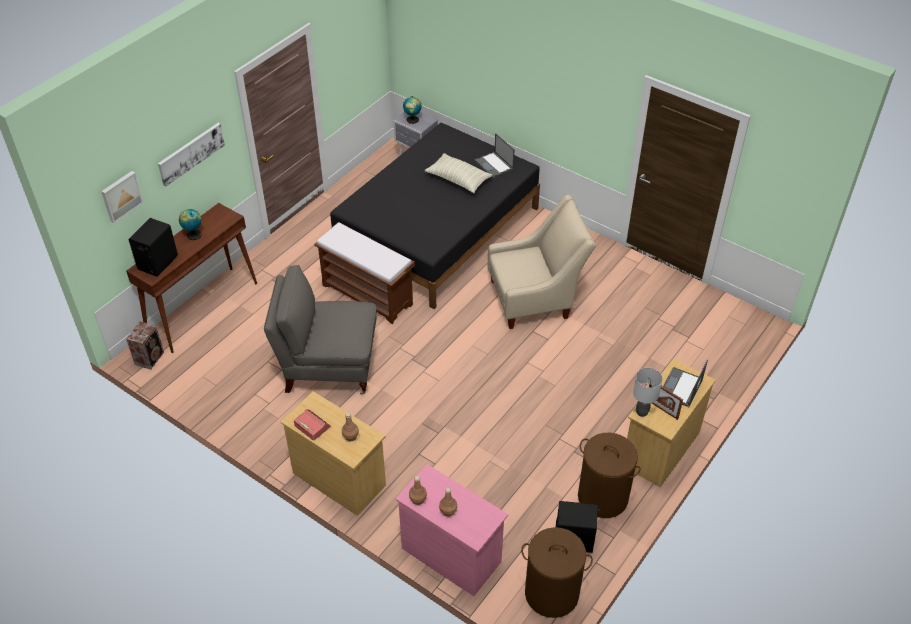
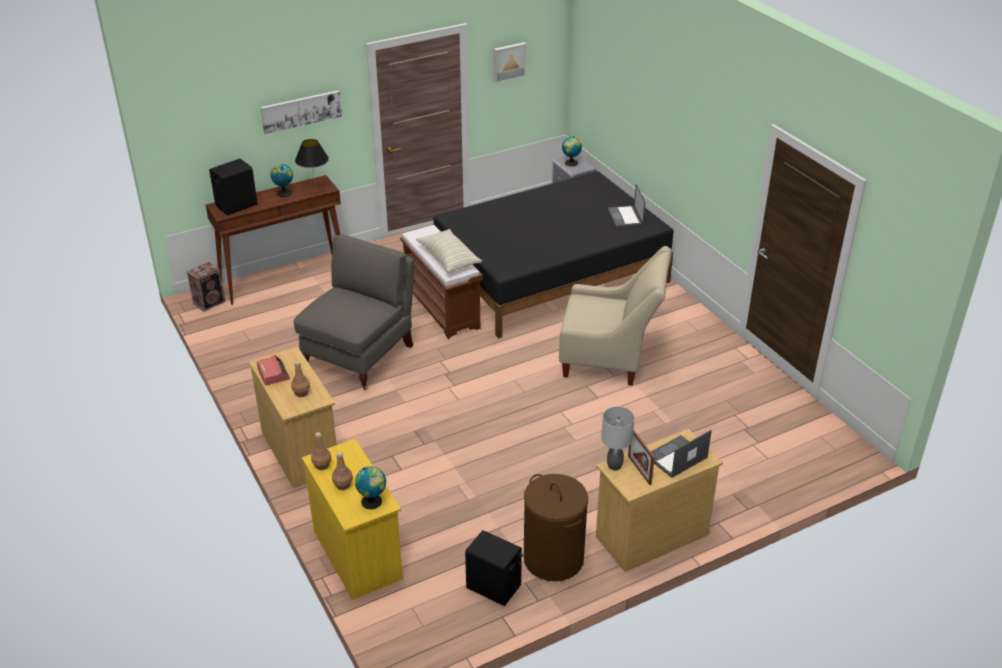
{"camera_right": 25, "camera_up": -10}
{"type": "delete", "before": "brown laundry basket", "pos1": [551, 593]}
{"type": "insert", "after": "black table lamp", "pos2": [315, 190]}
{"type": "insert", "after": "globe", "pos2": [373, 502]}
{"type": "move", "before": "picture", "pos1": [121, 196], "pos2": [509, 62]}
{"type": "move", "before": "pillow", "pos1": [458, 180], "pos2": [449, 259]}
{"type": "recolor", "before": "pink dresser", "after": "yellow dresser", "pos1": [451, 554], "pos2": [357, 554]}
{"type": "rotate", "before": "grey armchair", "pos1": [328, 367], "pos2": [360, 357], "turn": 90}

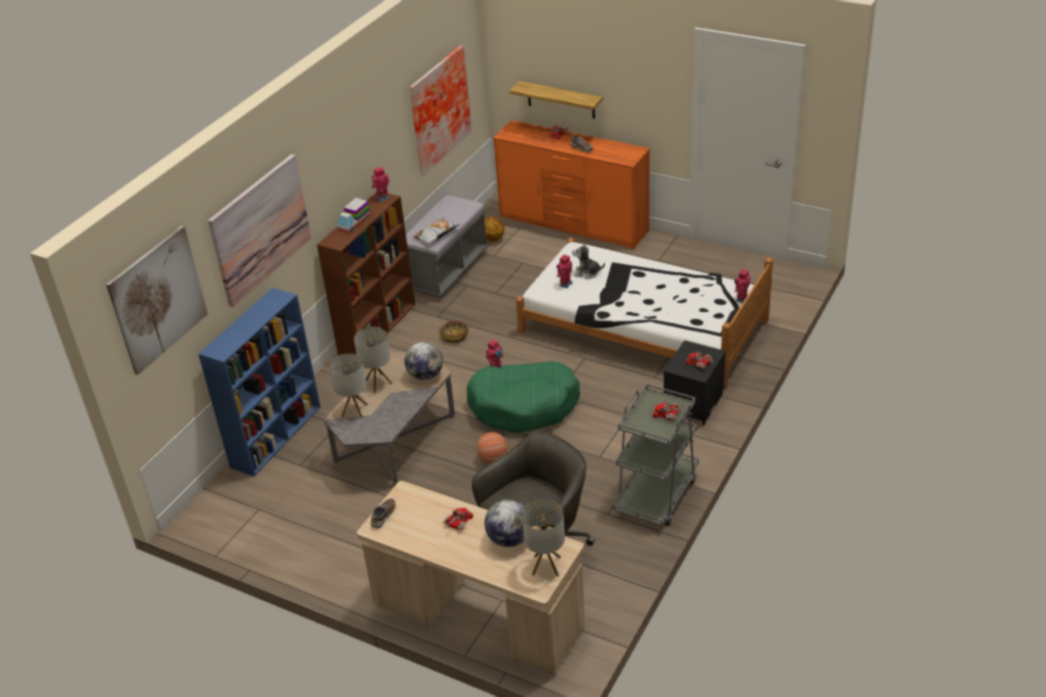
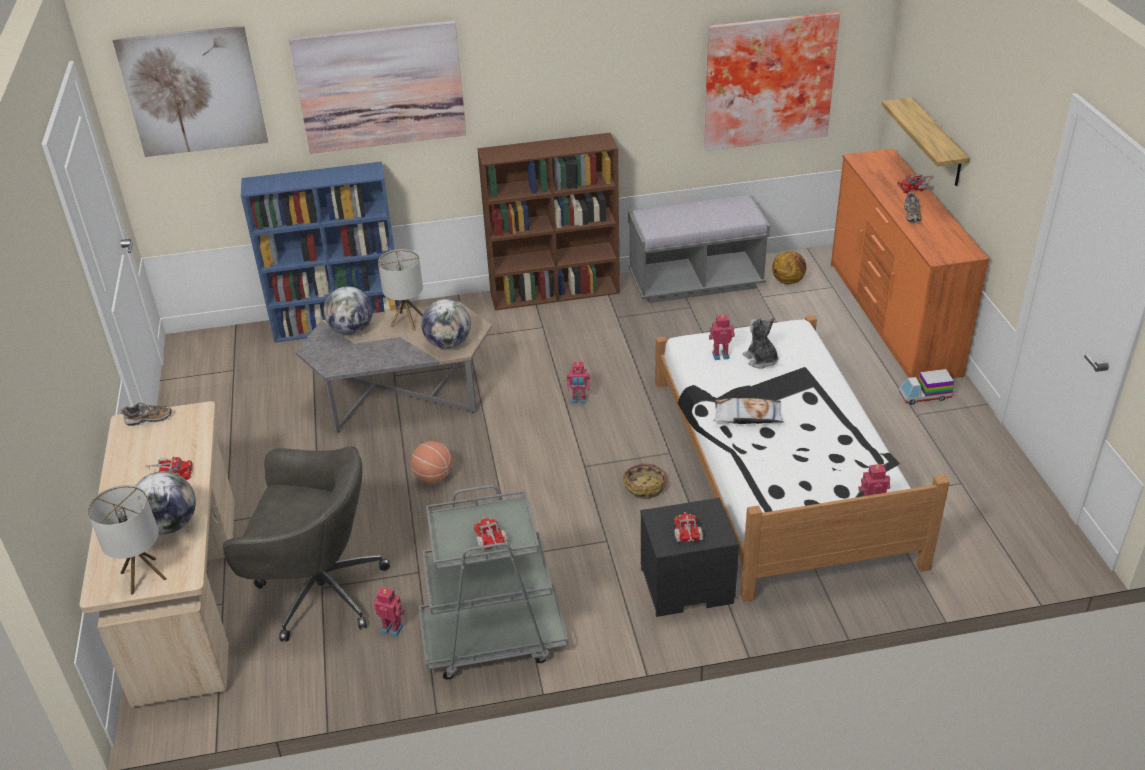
{"camera_right": 50, "camera_up": 0}
{"type": "delete", "before": "green dog bed", "pos1": [524, 405]}
{"type": "move", "before": "toy truck", "pos1": [354, 222], "pos2": [924, 396]}
{"type": "move", "before": "toy robot", "pos1": [382, 197], "pos2": [393, 627]}
{"type": "move", "before": "pillow", "pos1": [436, 234], "pos2": [747, 416]}
{"type": "move", "before": "basket", "pos1": [454, 335], "pos2": [645, 486]}
{"type": "replace", "before": "table lamp", "after": "globe", "pos1": [354, 410], "pos2": [351, 330]}

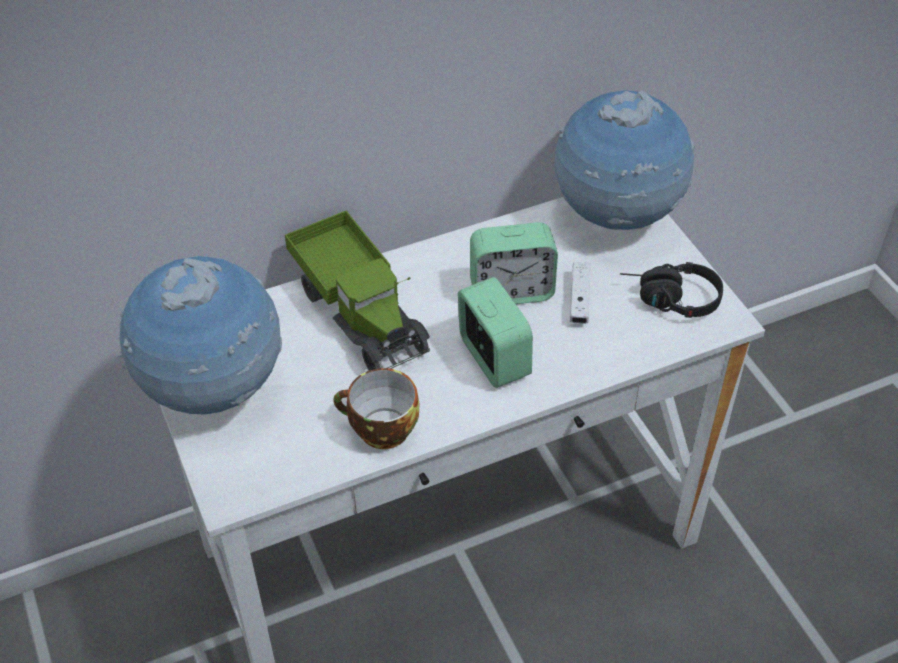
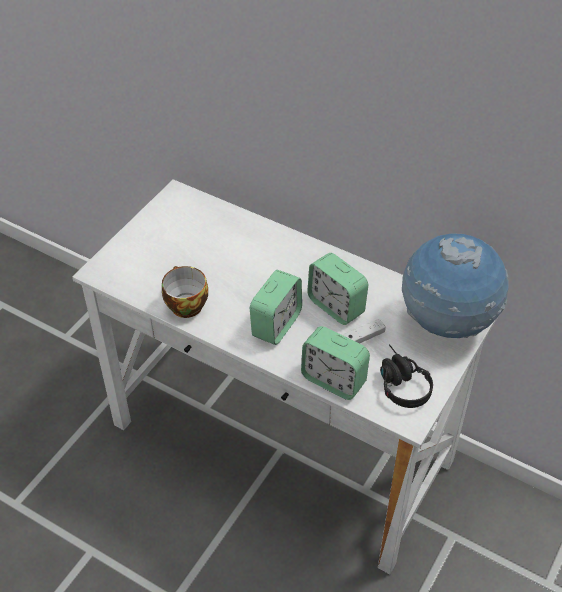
{"camera_right": 55, "camera_up": 0}
{"type": "delete", "before": "globe", "pos1": [213, 391]}
{"type": "delete", "before": "toy truck", "pos1": [360, 311]}
{"type": "insert", "after": "alarm clock", "pos2": [333, 380]}

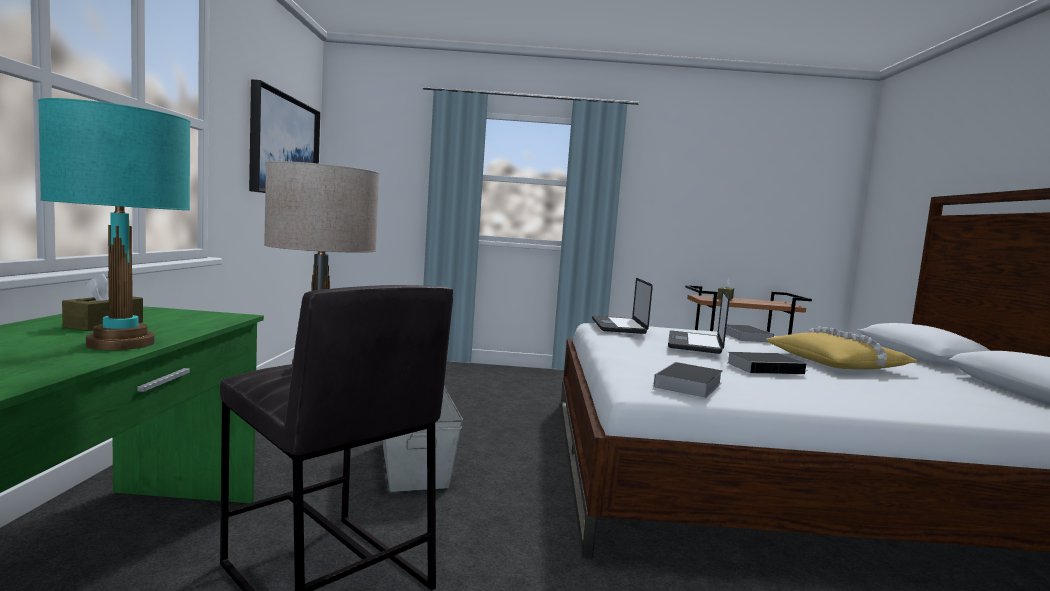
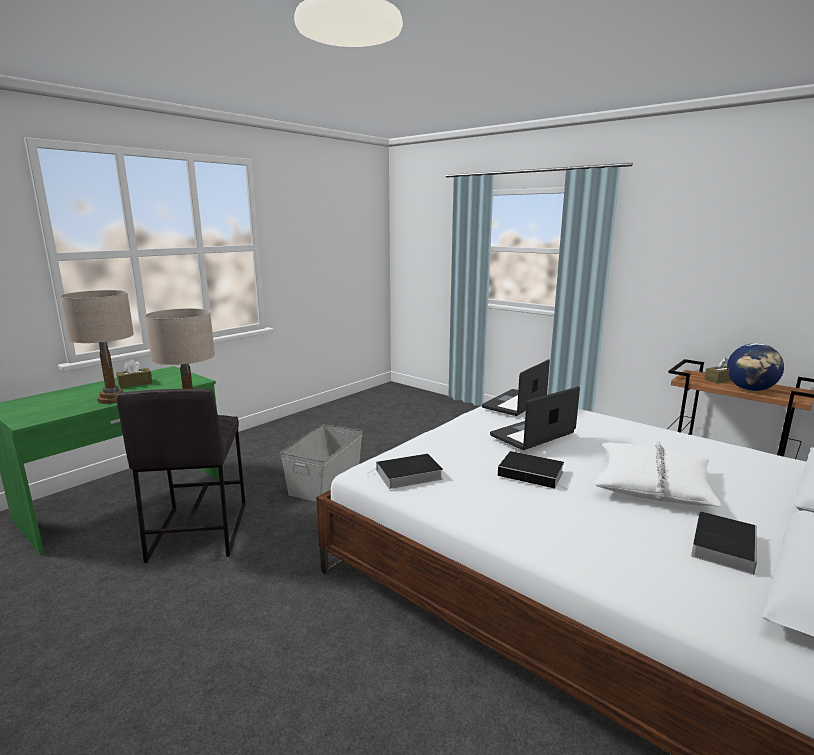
{"camera_right": 40, "camera_up": 10}
{"type": "delete", "before": "picture", "pos1": [284, 146]}
{"type": "insert", "after": "globe", "pos2": [750, 390]}
{"type": "move", "before": "book", "pos1": [744, 336], "pos2": [723, 544]}
{"type": "recolor", "before": "turquoise table lamp", "after": "beige table lamp", "pos1": [121, 343], "pos2": [112, 399]}
{"type": "recolor", "before": "yellow pillow", "after": "white pillow", "pos1": [837, 363], "pos2": [652, 484]}

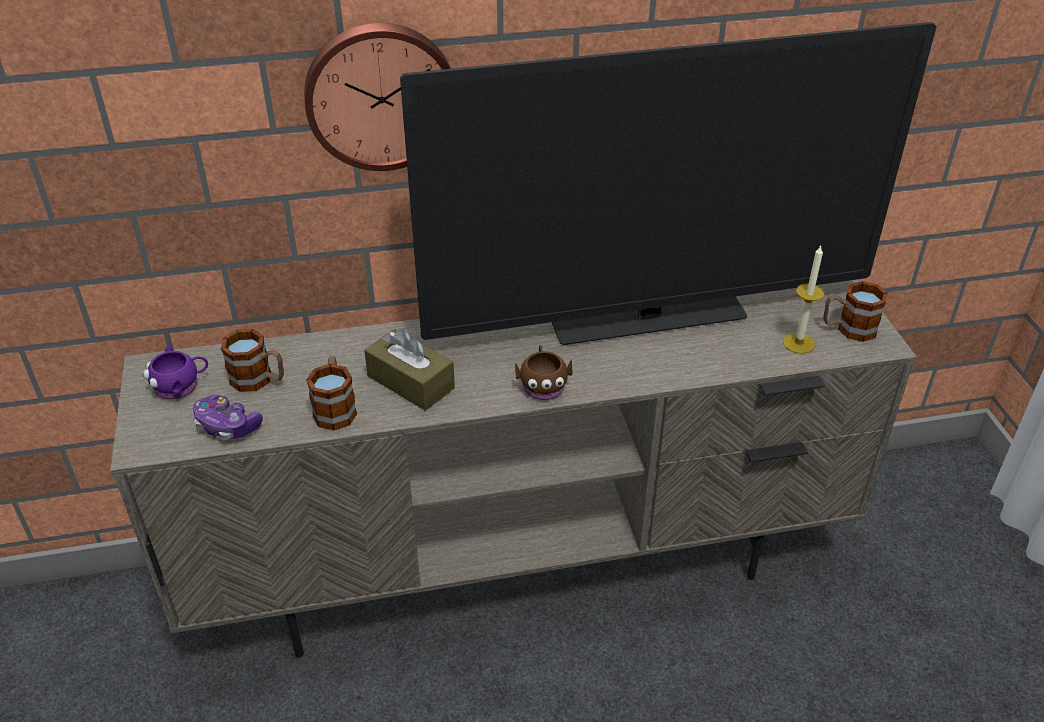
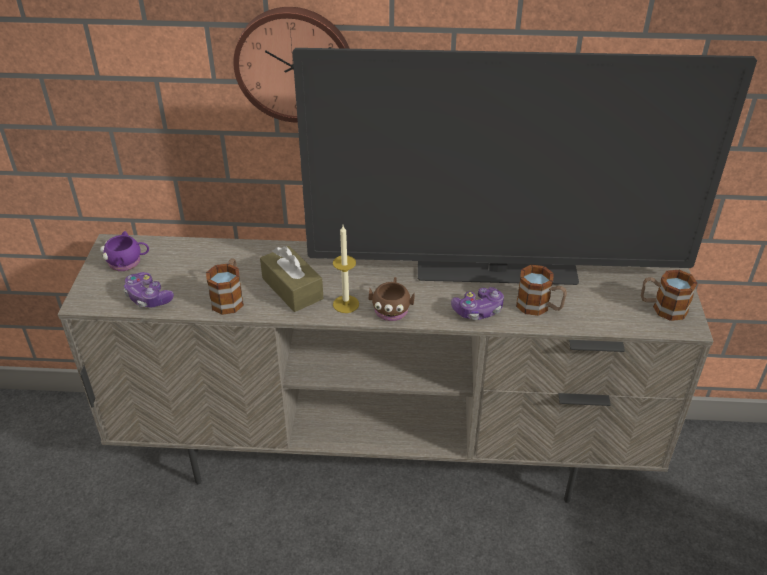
{"camera_right": 15, "camera_up": 0}
{"type": "insert", "after": "game controller", "pos2": [478, 310]}
{"type": "move", "before": "mug", "pos1": [259, 380], "pos2": [539, 307]}
{"type": "move", "before": "candle", "pos1": [798, 343], "pos2": [346, 304]}

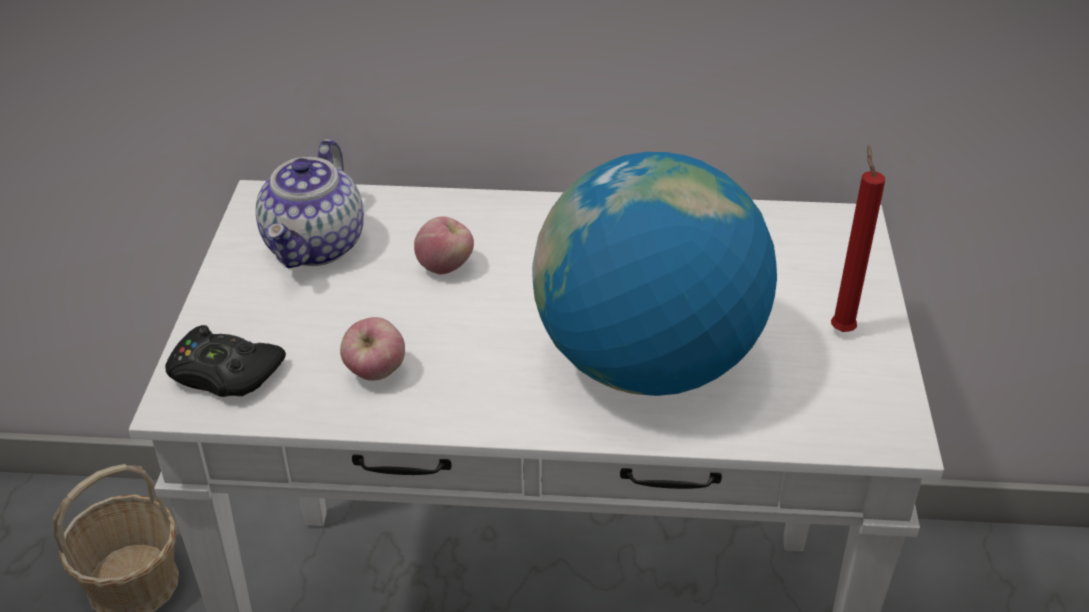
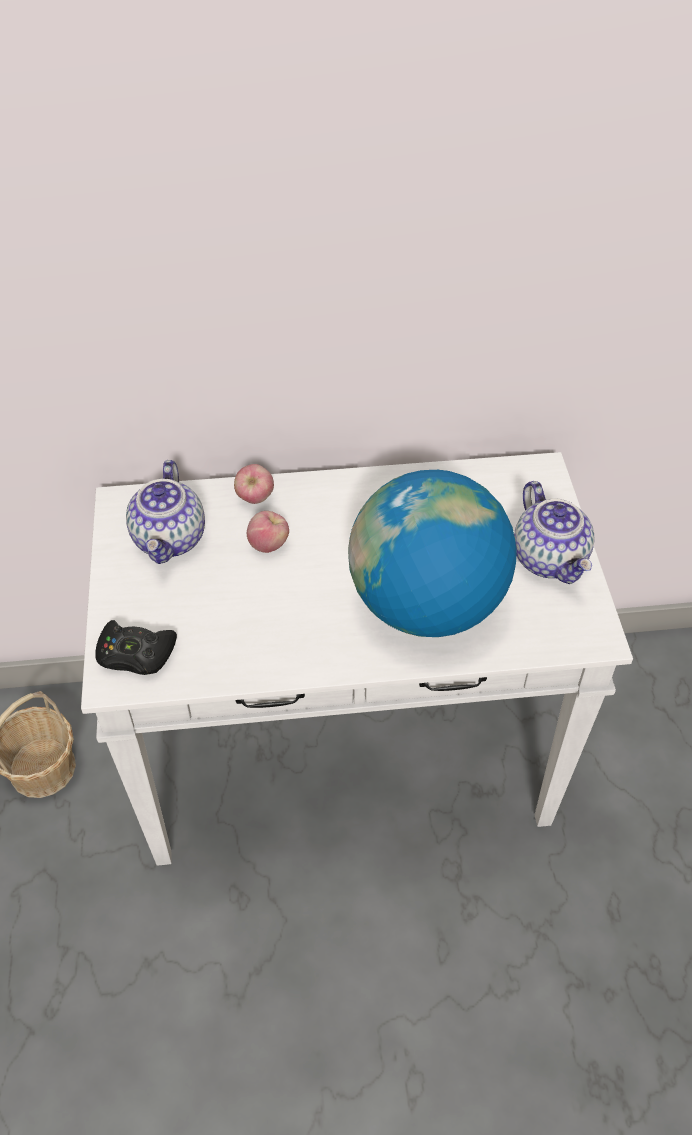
{"camera_right": -10, "camera_up": 10}
{"type": "move", "before": "apple", "pos1": [376, 373], "pos2": [255, 498]}
{"type": "replace", "before": "red candle", "after": "teapot", "pos1": [840, 328], "pos2": [550, 559]}

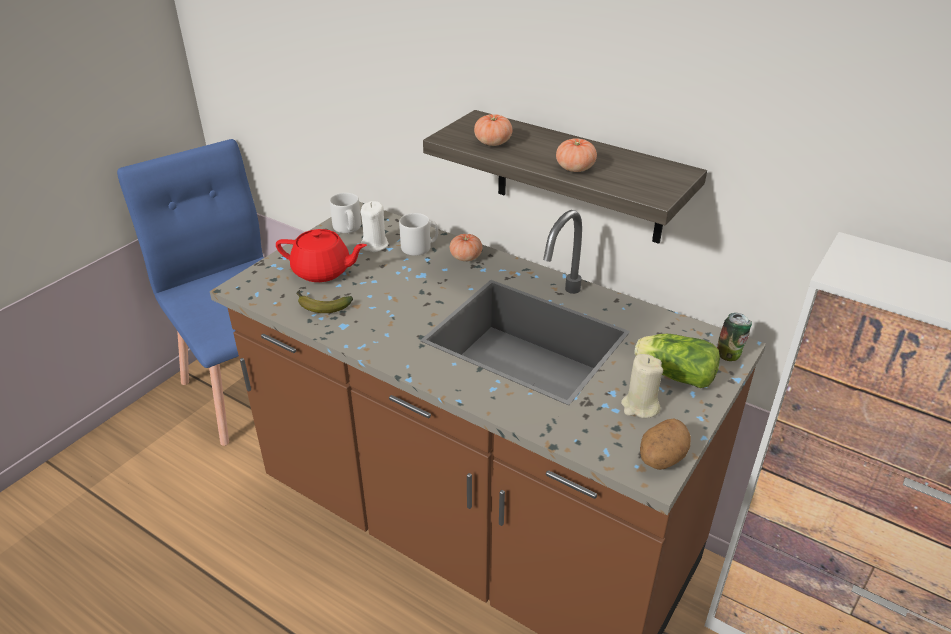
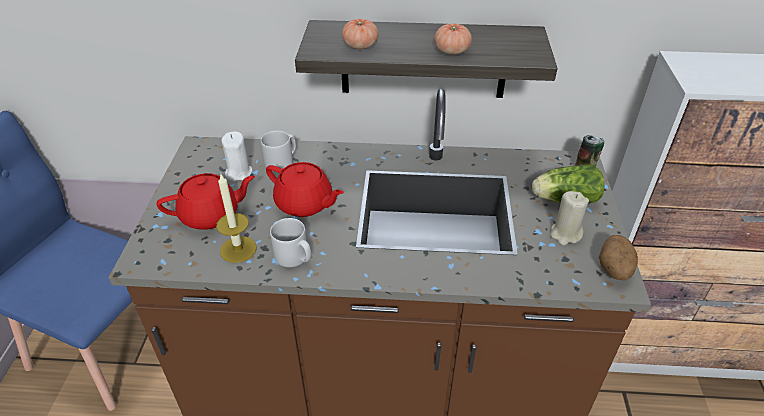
{"camera_right": -30, "camera_up": 5}
{"type": "delete", "before": "tomato", "pos1": [466, 257]}
{"type": "insert", "after": "red teapot", "pos2": [305, 204]}
{"type": "move", "before": "grey mug", "pos1": [348, 228], "pos2": [294, 258]}
{"type": "replace", "before": "banana", "after": "candle", "pos1": [320, 306], "pos2": [238, 249]}

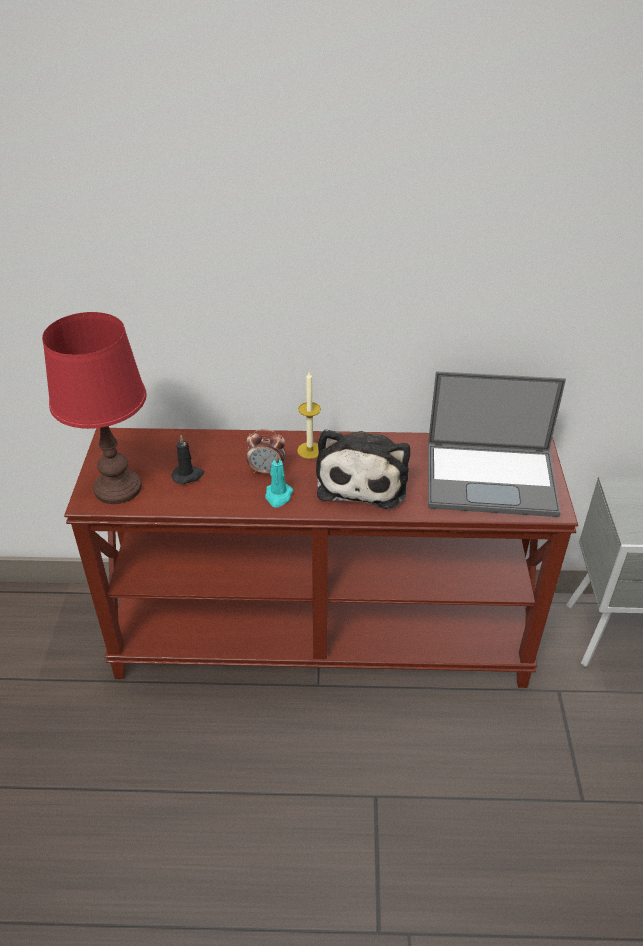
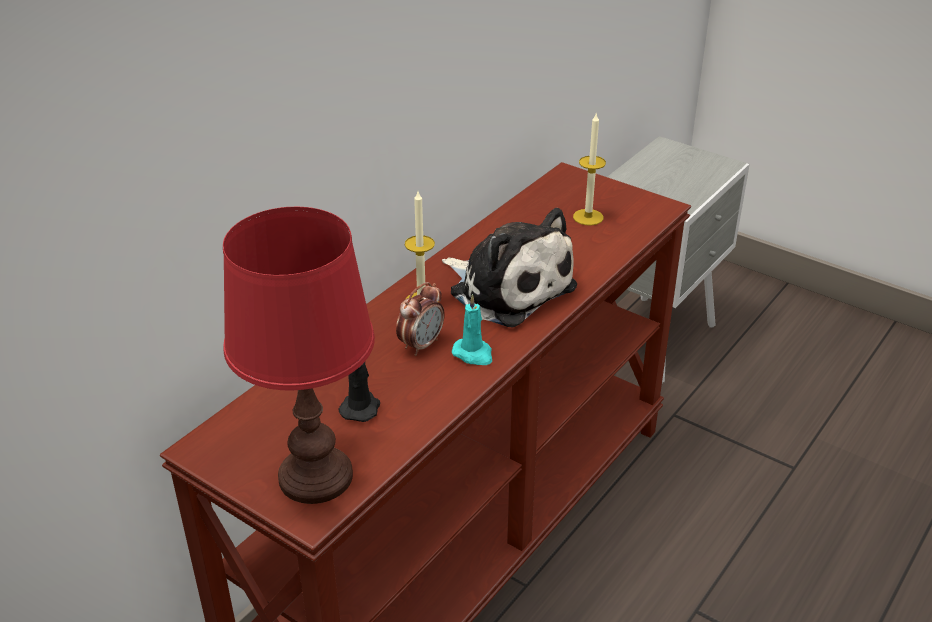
{"camera_right": -55, "camera_up": -5}
{"type": "replace", "before": "laptop", "after": "candle", "pos1": [492, 478], "pos2": [588, 217]}

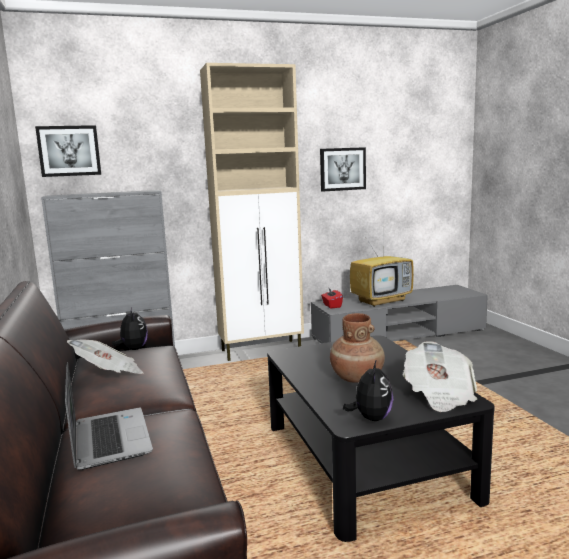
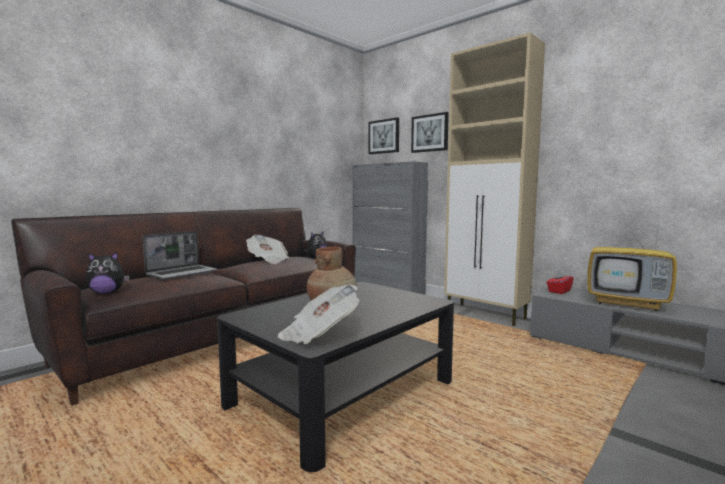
{"camera_right": 60, "camera_up": -5}
{"type": "move", "before": "picture", "pos1": [342, 169], "pos2": [430, 133]}
{"type": "move", "before": "plush toy", "pos1": [371, 418], "pos2": [107, 293]}

